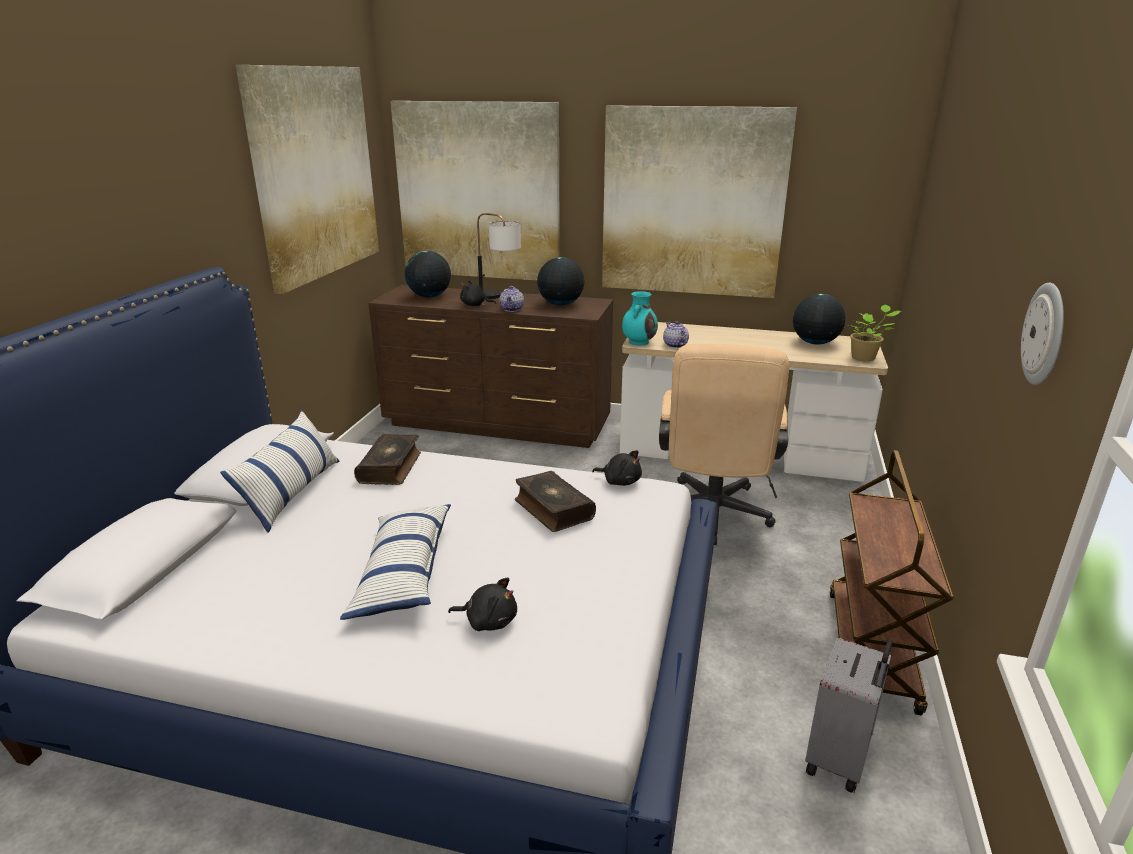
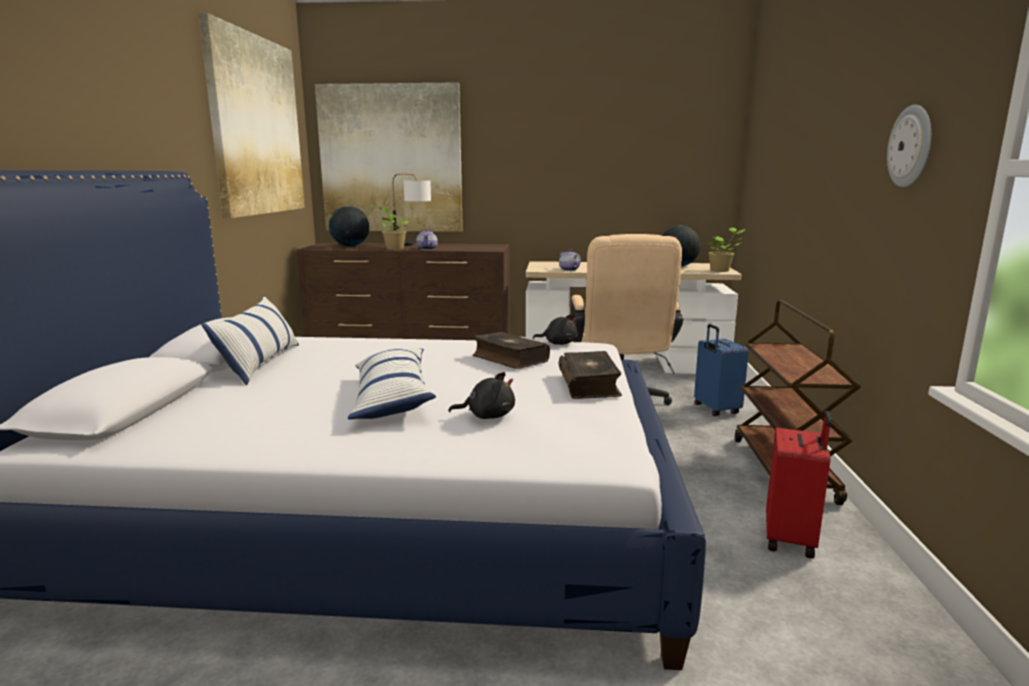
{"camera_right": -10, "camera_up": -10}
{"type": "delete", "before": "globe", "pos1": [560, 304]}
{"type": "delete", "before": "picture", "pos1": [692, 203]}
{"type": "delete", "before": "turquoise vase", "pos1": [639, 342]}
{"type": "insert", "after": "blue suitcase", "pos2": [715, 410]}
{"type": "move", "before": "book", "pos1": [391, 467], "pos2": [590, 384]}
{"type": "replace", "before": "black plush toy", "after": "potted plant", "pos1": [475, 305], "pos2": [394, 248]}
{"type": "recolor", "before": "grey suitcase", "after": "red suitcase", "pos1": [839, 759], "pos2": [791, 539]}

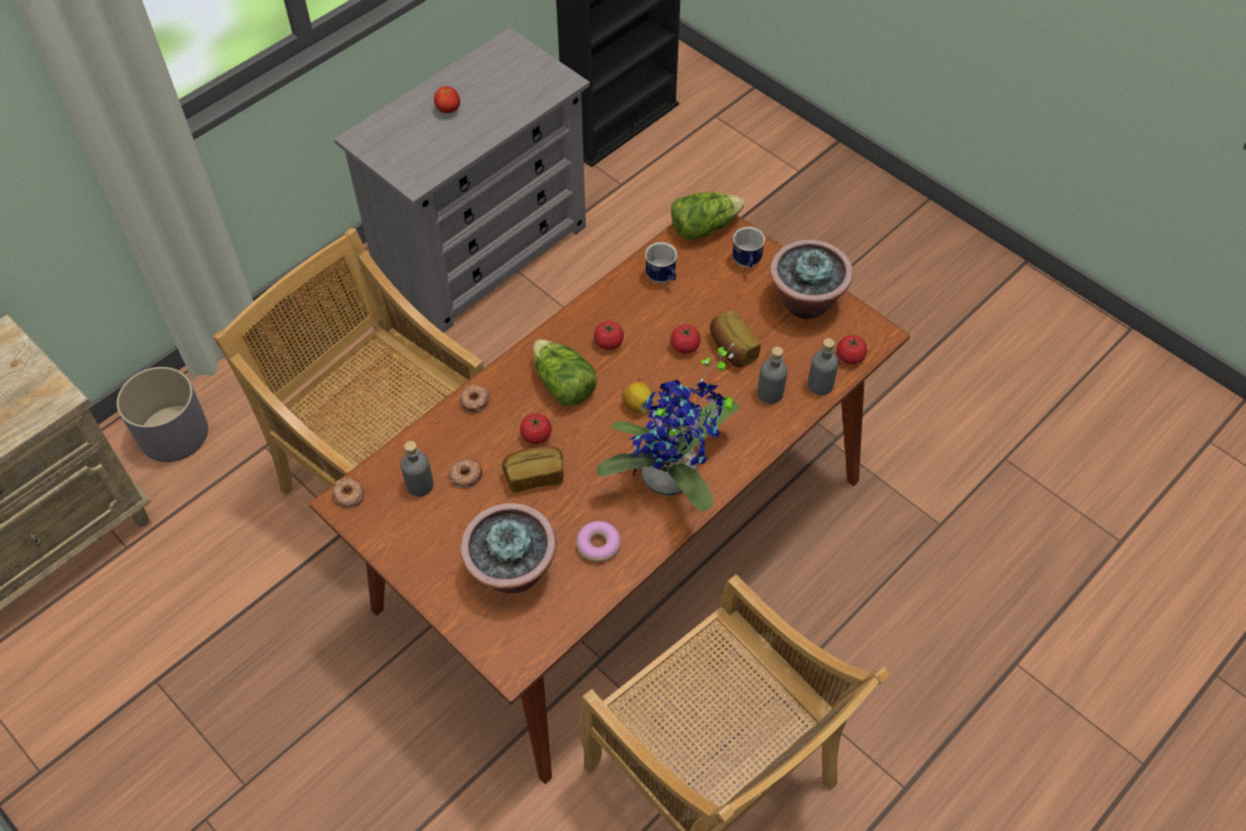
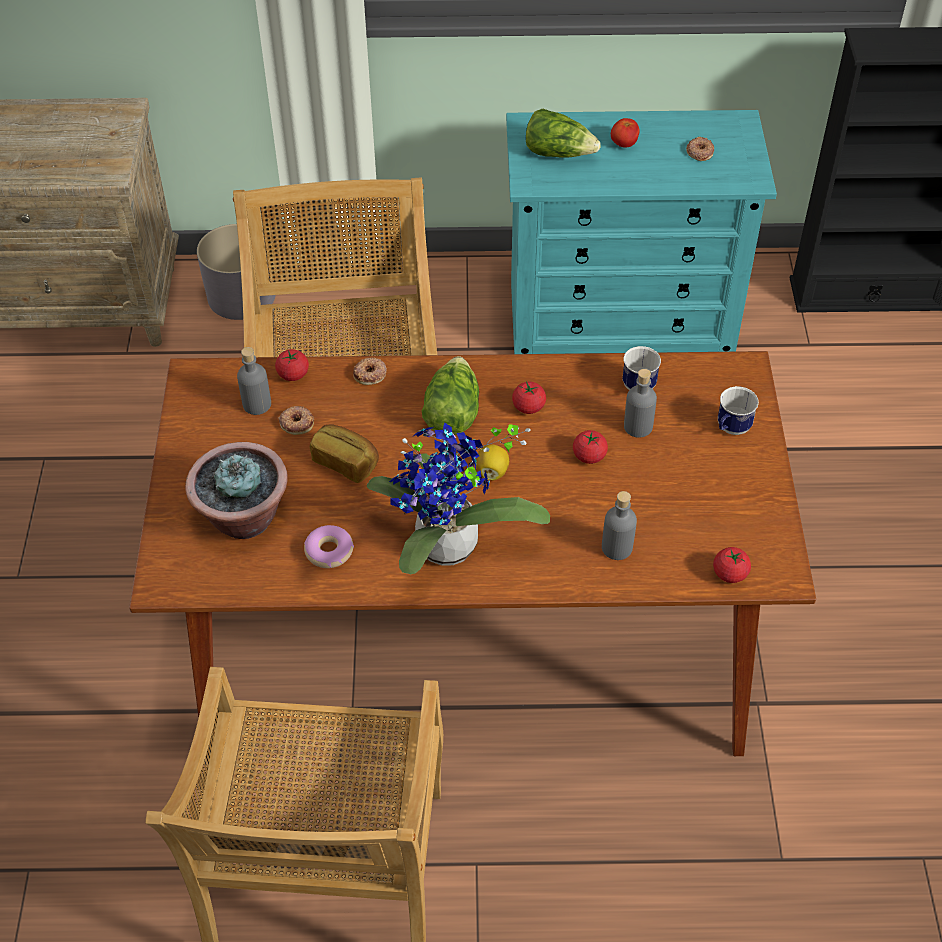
{"camera_right": 45, "camera_up": -5}
{"type": "delete", "before": "bread", "pos1": [732, 348]}
{"type": "delete", "before": "potted plant", "pos1": [805, 302]}
{"type": "move", "before": "donut", "pos1": [348, 494], "pos2": [699, 152]}
{"type": "move", "before": "tomato", "pos1": [536, 436], "pos2": [293, 374]}
{"type": "move", "before": "lettuce", "pos1": [703, 227], "pos2": [559, 153]}
{"type": "move", "before": "grey bottle", "pos1": [820, 385], "pos2": [638, 426]}
{"type": "recolor", "before": "grey dresser", "after": "turquoise dresser", "pos1": [483, 251], "pos2": [621, 320]}

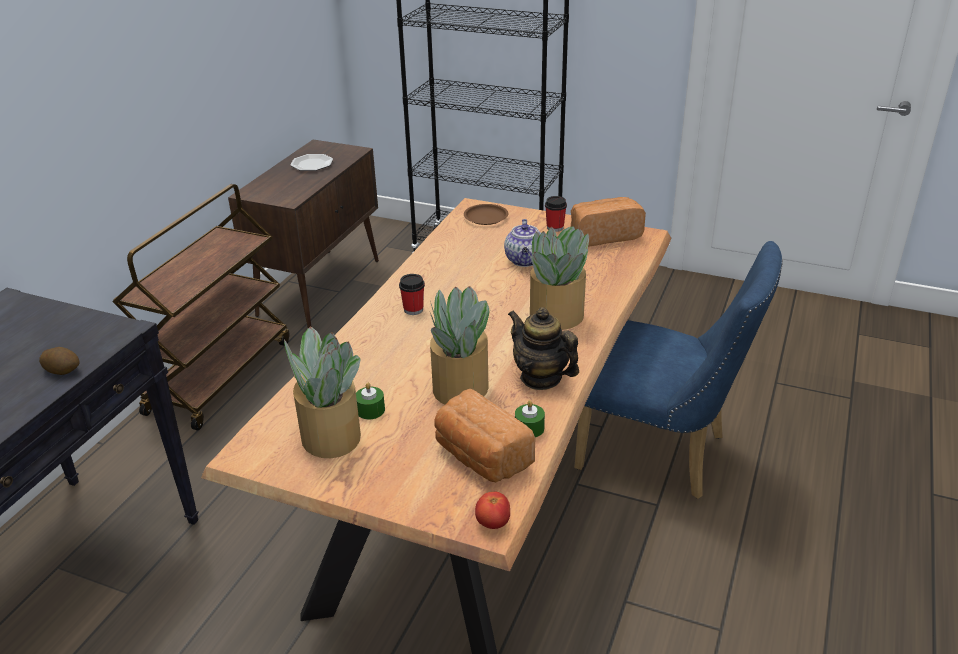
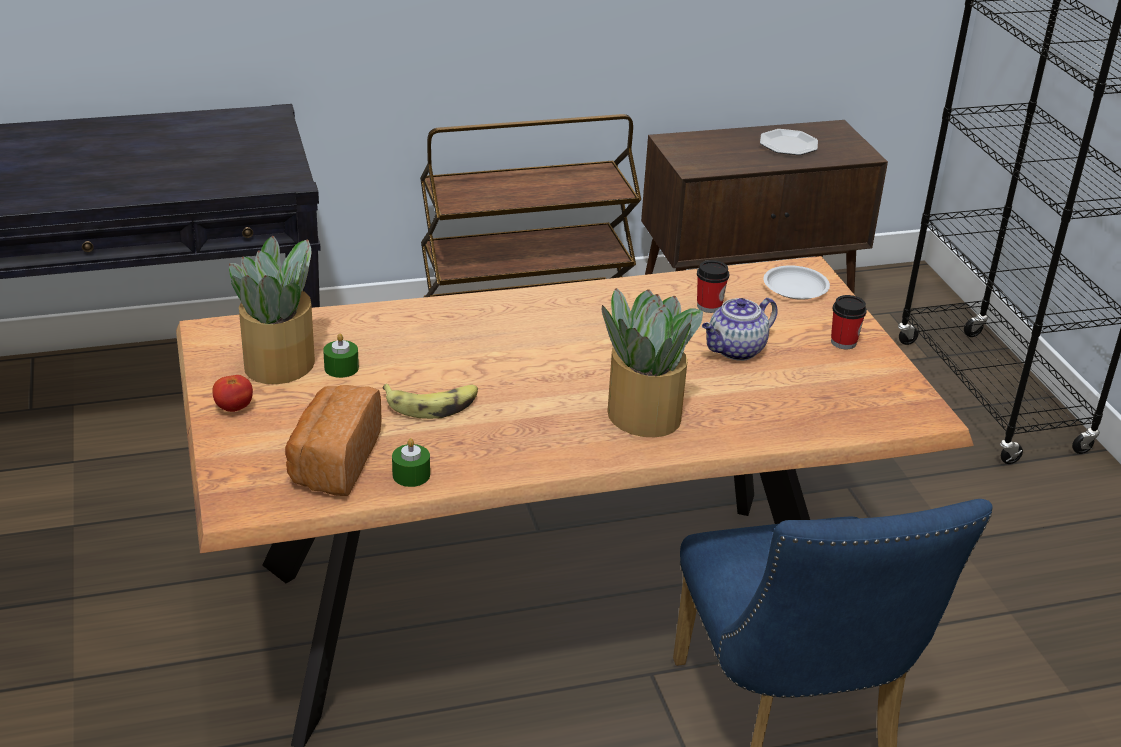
{"camera_right": 50, "camera_up": 0}
{"type": "delete", "before": "potato", "pos1": [63, 370]}
{"type": "delete", "before": "teapot", "pos1": [541, 378]}
{"type": "delete", "before": "bread", "pos1": [603, 235]}
{"type": "move", "before": "cup", "pos1": [413, 309], "pos2": [709, 306]}
{"type": "move", "before": "tomato", "pos1": [493, 523], "pos2": [234, 408]}
{"type": "replace", "before": "potted plant", "after": "banana", "pos1": [459, 388], "pos2": [432, 405]}
{"type": "recolor", "before": "brown plate", "after": "white plate", "pos1": [486, 217], "pos2": [796, 287]}

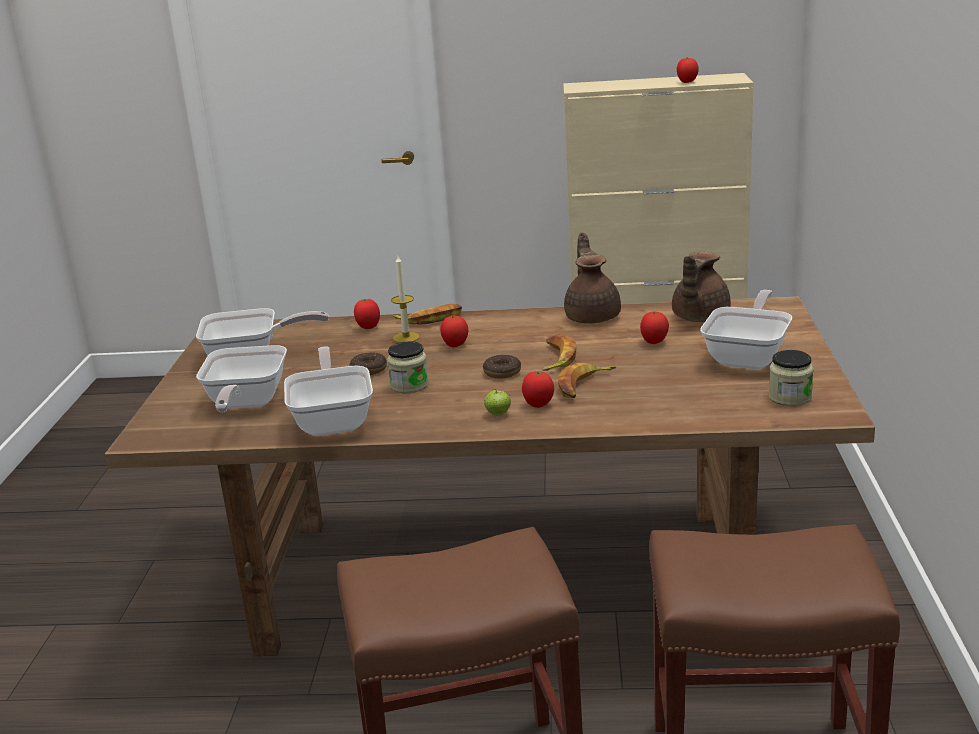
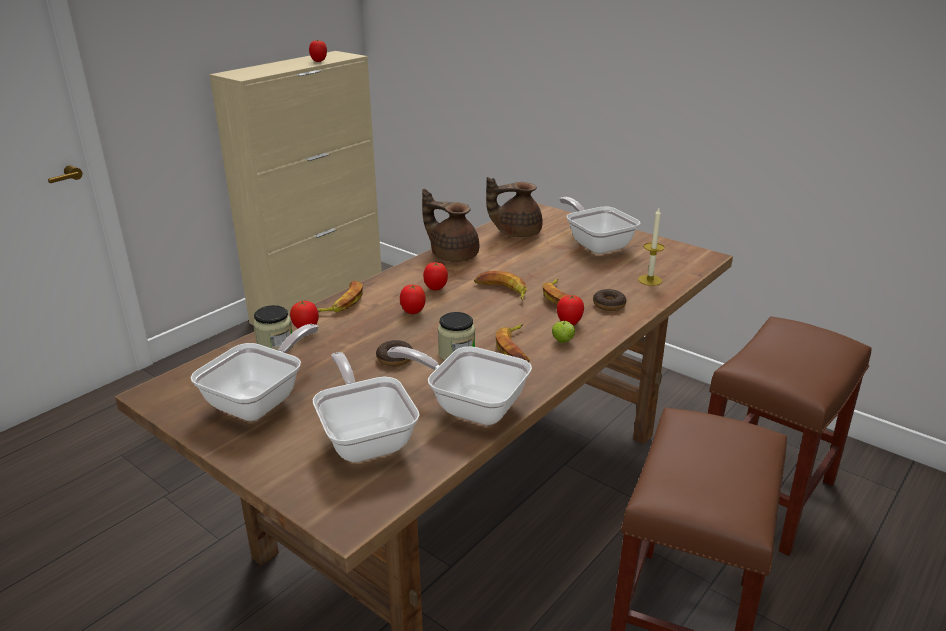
{"camera_right": -55, "camera_up": 5}
{"type": "insert", "after": "banana", "pos2": [515, 348]}
{"type": "move", "before": "candle", "pos1": [406, 337], "pos2": [650, 280]}
{"type": "move", "before": "donut", "pos1": [502, 372], "pos2": [609, 305]}
{"type": "move", "before": "tomato", "pos1": [654, 342], "pos2": [435, 288]}
{"type": "move", "before": "jar", "pos1": [790, 397], "pos2": [275, 346]}
{"type": "rotate", "before": "frying pan", "pos1": [245, 404], "pos2": [366, 437], "turn": -150}
{"type": "rotate", "before": "brown teapot", "pos1": [698, 318], "pos2": [516, 233], "turn": 105}

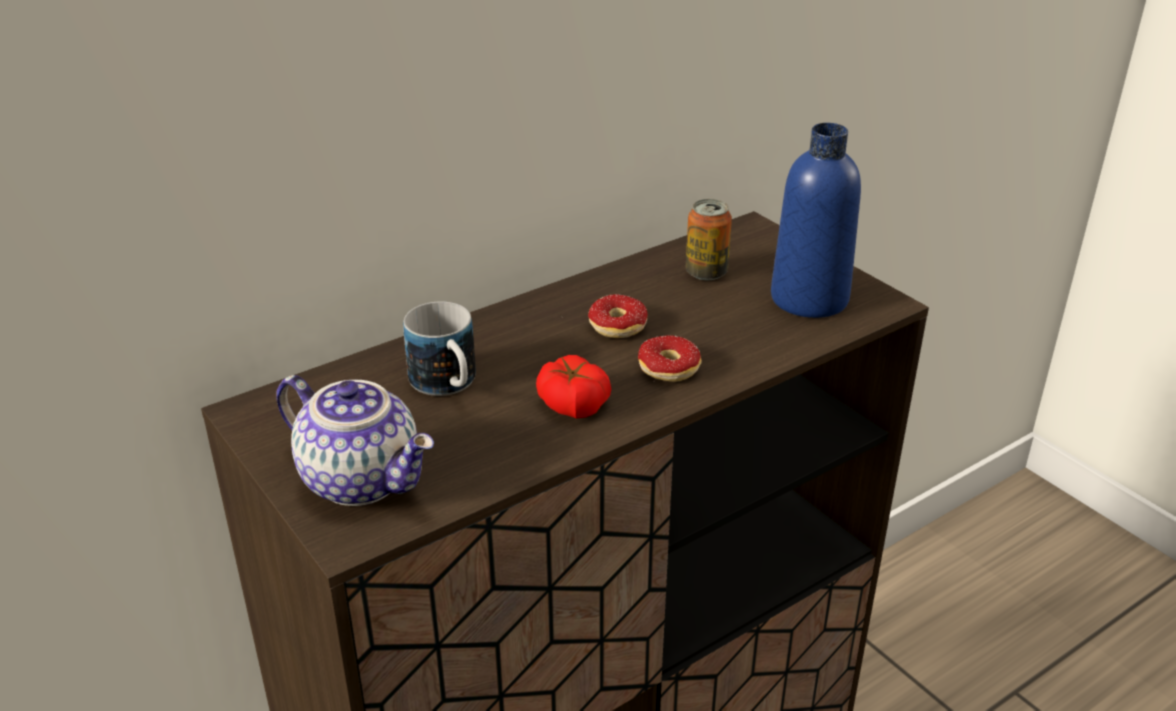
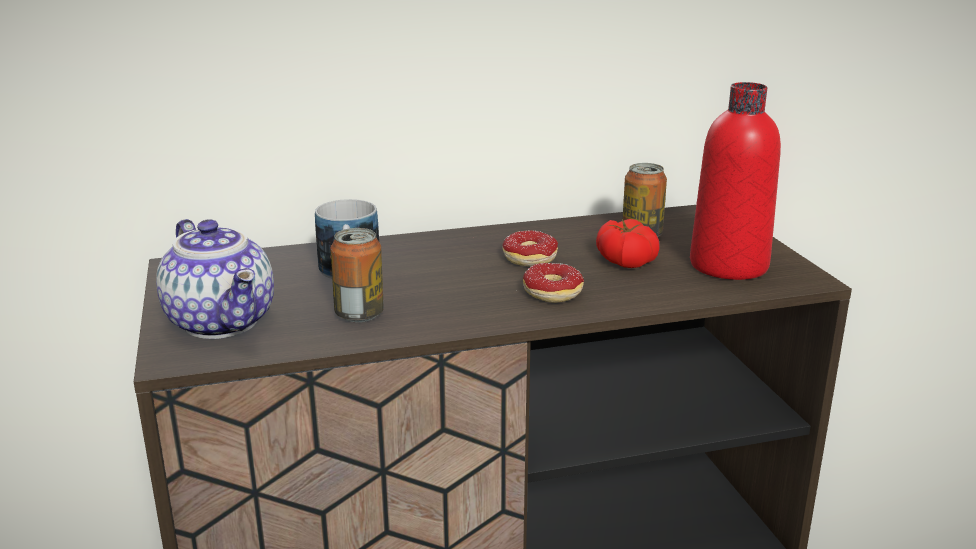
{"camera_right": 20, "camera_up": -10}
{"type": "insert", "after": "can", "pos2": [359, 314]}
{"type": "move", "before": "tomato", "pos1": [572, 404], "pos2": [625, 260]}
{"type": "recolor", "before": "blue bottle", "after": "red bottle", "pos1": [809, 299], "pos2": [728, 265]}

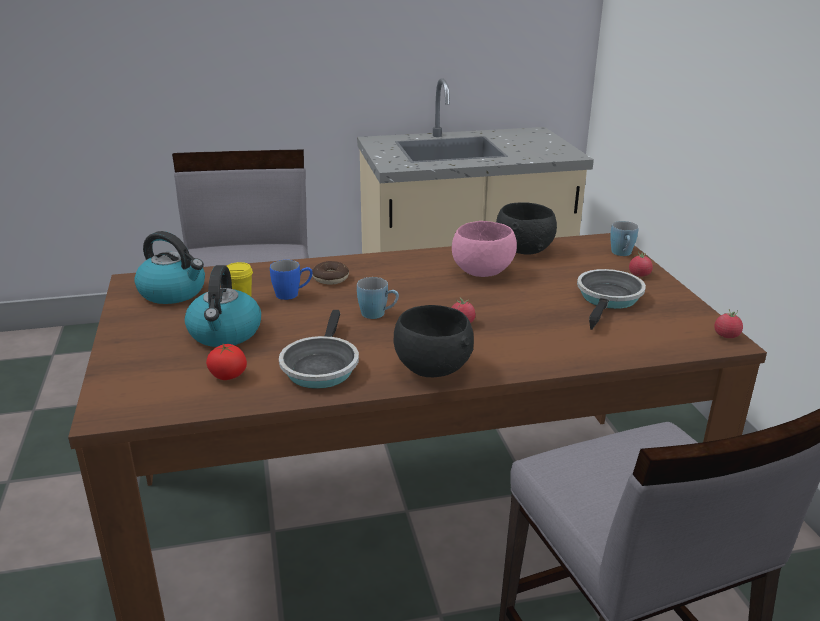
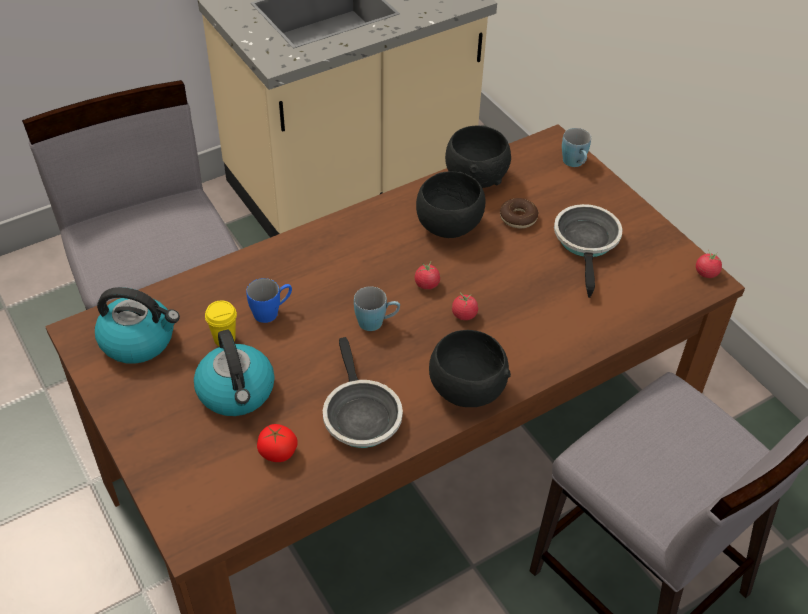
{"camera_right": -20, "camera_up": 20}
{"type": "move", "before": "donut", "pos1": [330, 278], "pos2": [518, 218]}
{"type": "move", "before": "tomato", "pos1": [639, 275], "pos2": [427, 284]}
{"type": "recolor", "before": "pink bowl", "after": "black bowl", "pos1": [481, 272], "pos2": [448, 227]}

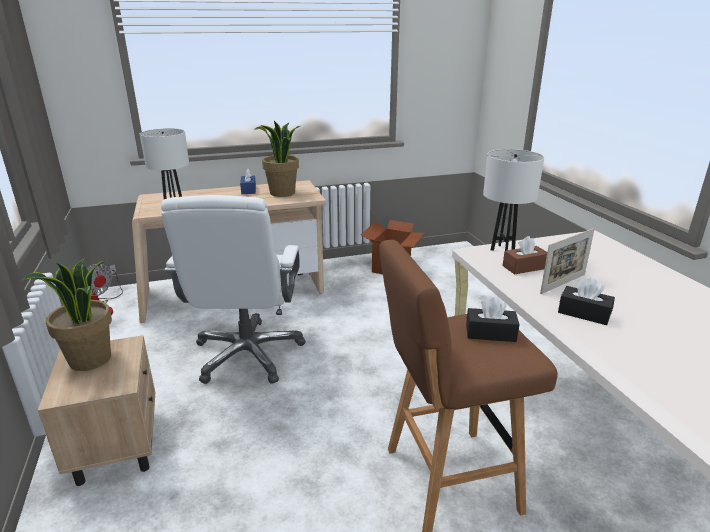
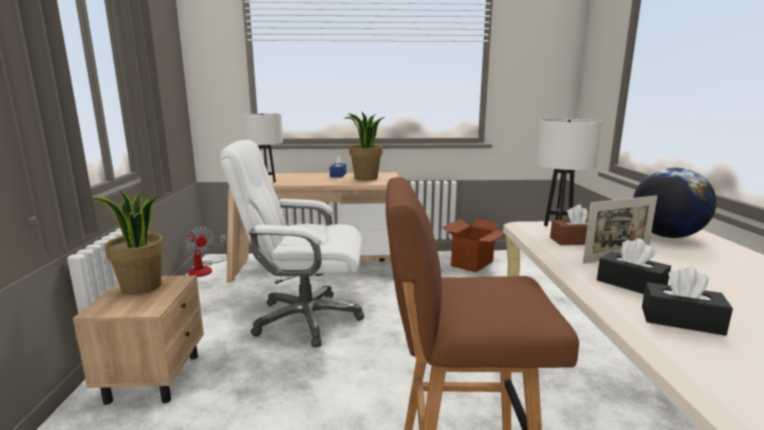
{"camera_right": 15, "camera_up": -10}
{"type": "insert", "after": "globe", "pos2": [666, 236]}
{"type": "move", "before": "black tissue box", "pos1": [490, 333], "pos2": [681, 320]}
{"type": "rotate", "before": "white office chair", "pos1": [248, 354], "pos2": [305, 319], "turn": 75}

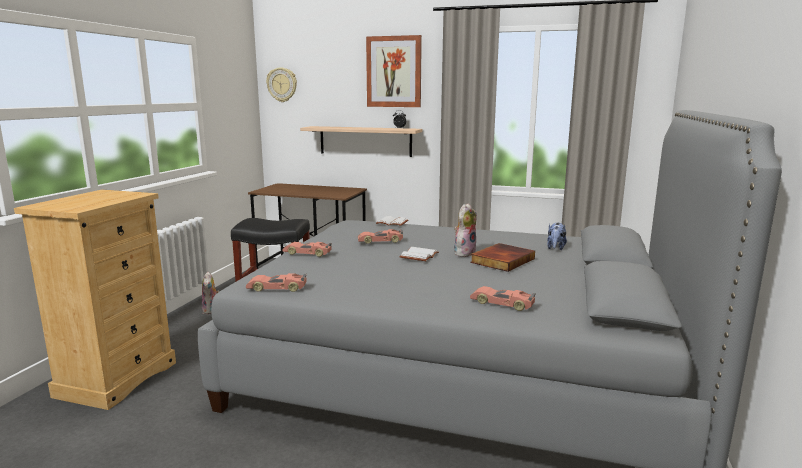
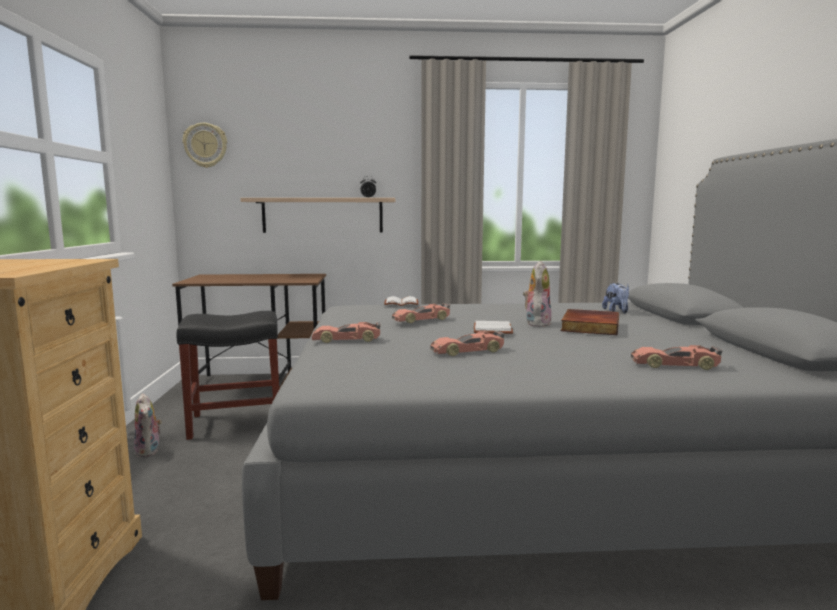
{"camera_right": -20, "camera_up": -5}
{"type": "delete", "before": "picture", "pos1": [394, 72]}
{"type": "move", "before": "toy car", "pos1": [277, 288], "pos2": [468, 351]}

